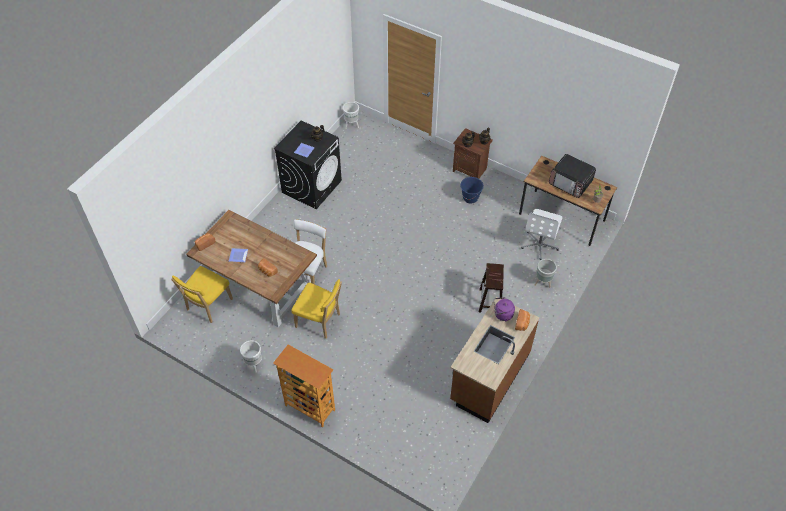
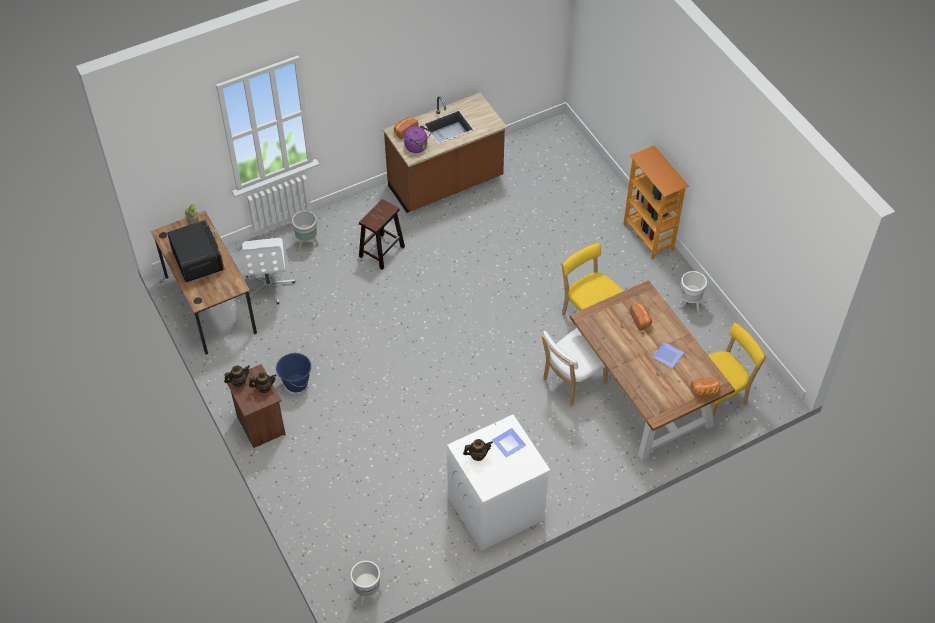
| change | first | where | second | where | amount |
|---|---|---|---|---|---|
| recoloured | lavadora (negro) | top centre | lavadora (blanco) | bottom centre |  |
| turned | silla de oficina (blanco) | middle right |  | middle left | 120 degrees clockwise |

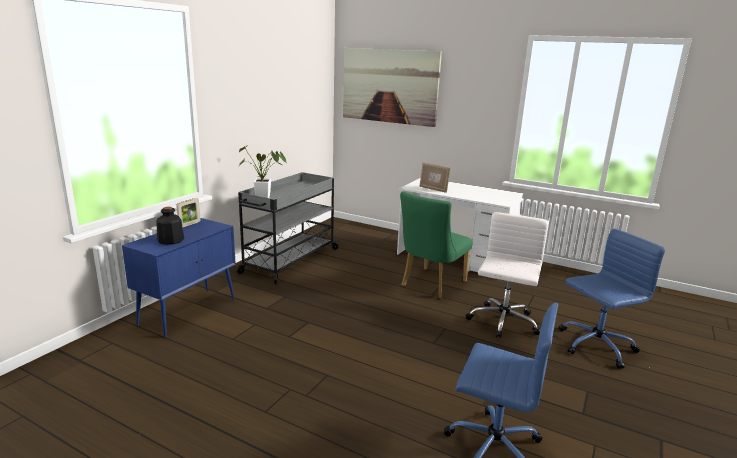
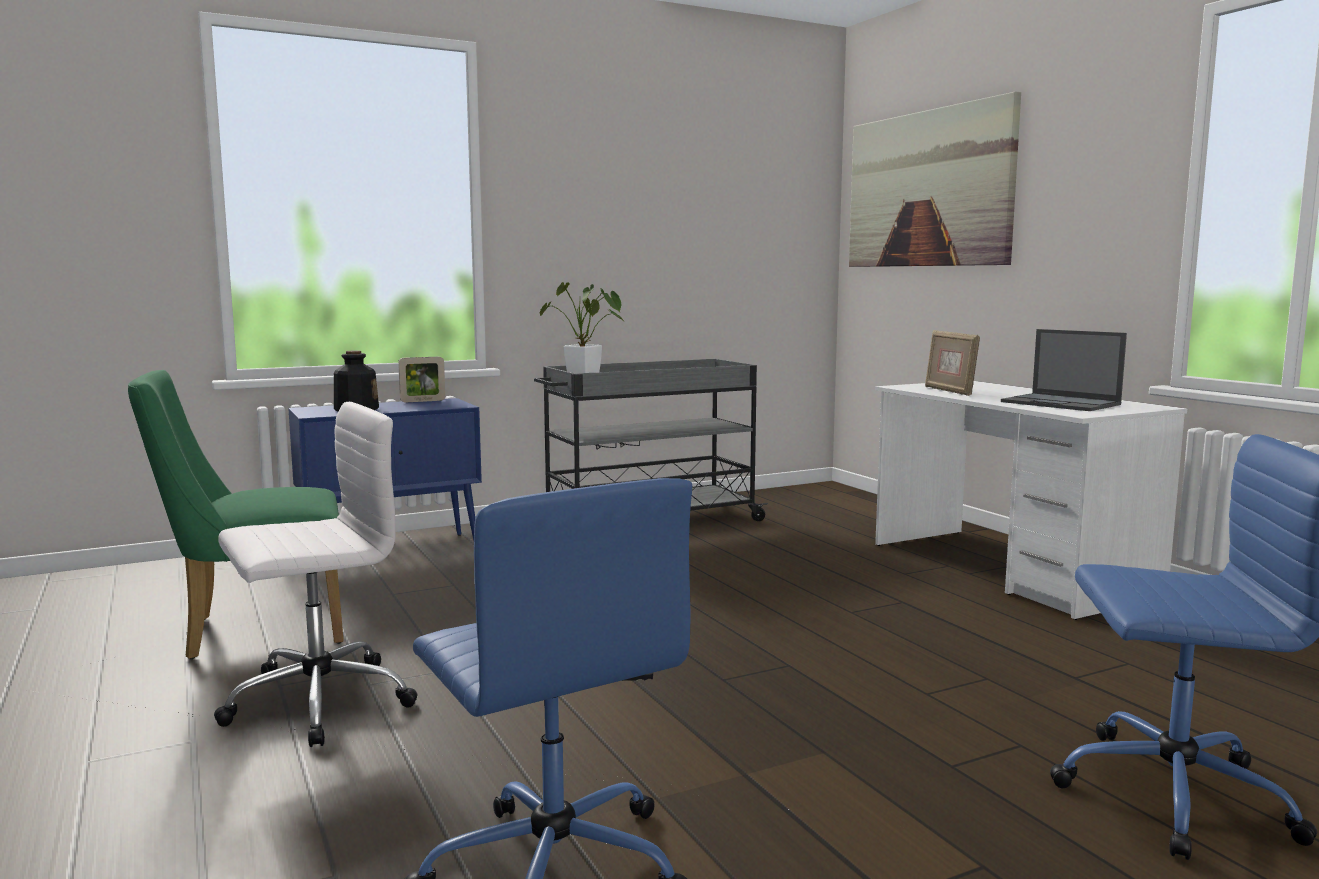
| change | first | where | second | where | amount |
|---|---|---|---|---|---|
| moved | silla (verde) | centre |  | middle left |  |
| moved | silla de oficina (blanco) | middle right |  | middle left |  |
| added |  |  | portátil | middle right |  |

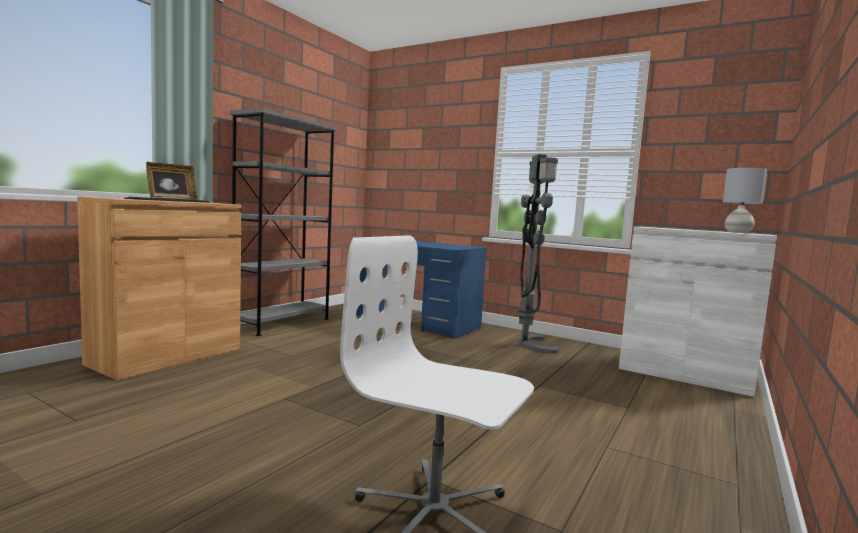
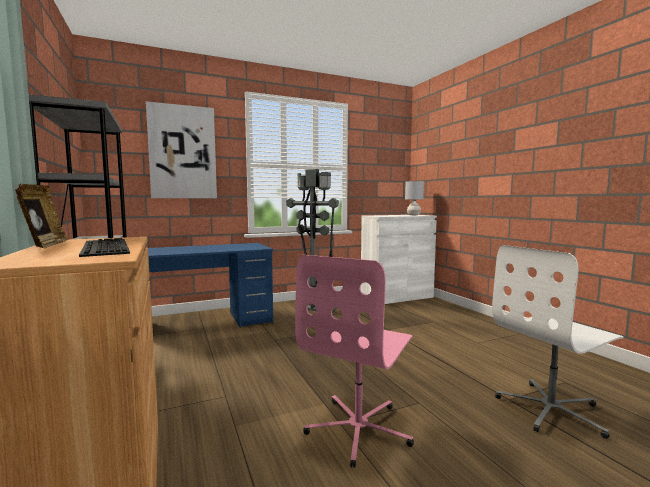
| change | first | where | second | where | amount |
|---|---|---|---|---|---|
| added |  |  | cuadro | top left |  |
| added |  |  | silla de oficina (rosa) | bottom centre |  |

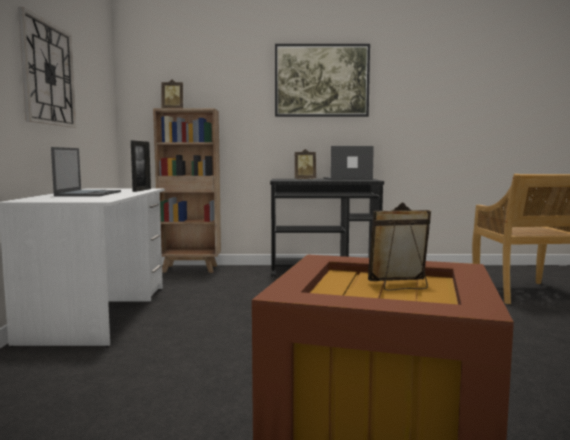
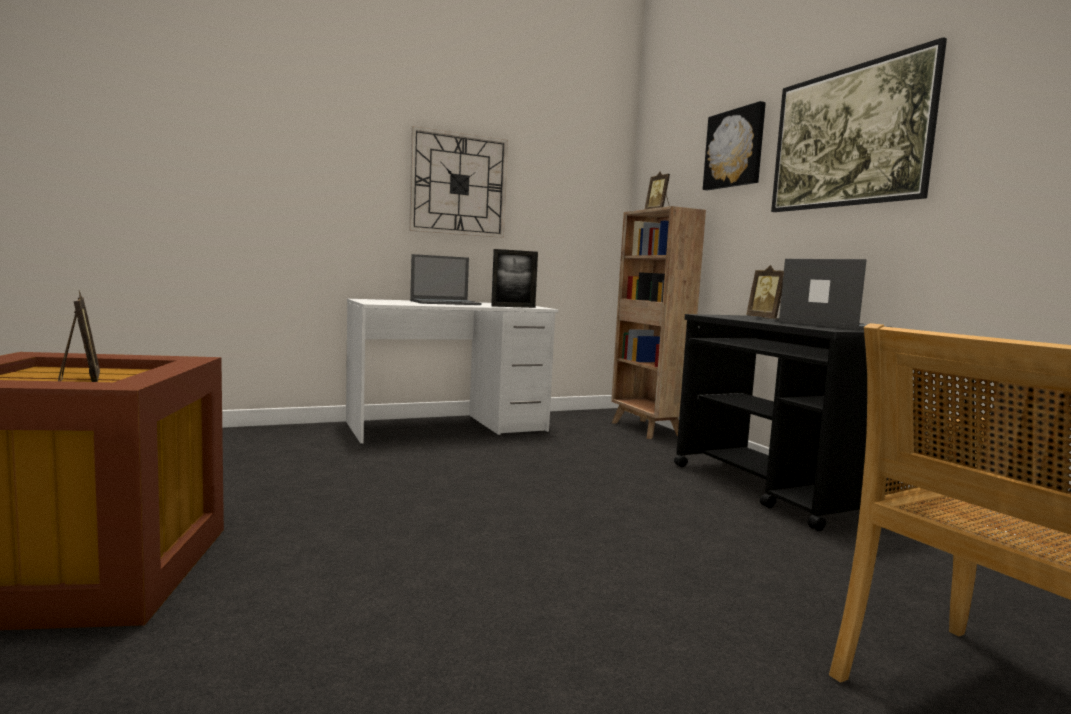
| change | first | where | second | where | amount |
|---|---|---|---|---|---|
| added |  |  | cuadro (1st from left) | top right |  |

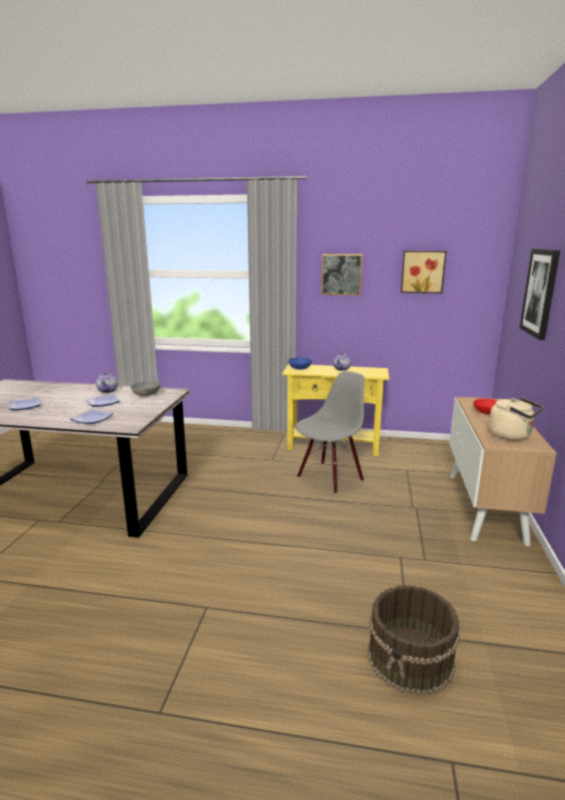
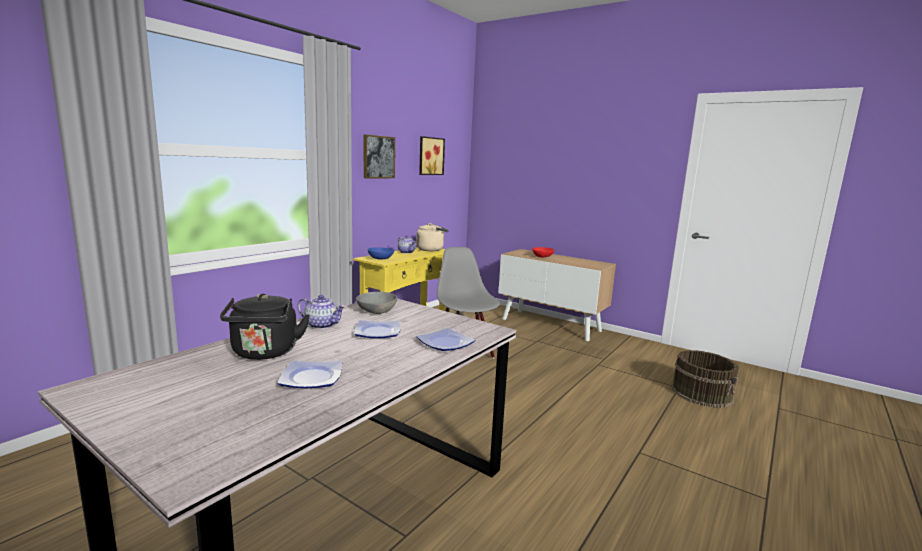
| change | first | where | second | where | amount |
|---|---|---|---|---|---|
| moved | hervidor (beis) | middle right |  | centre |  |
| removed | cuadro (3rd from left) | middle right |  |  |  |
| added |  |  | hervidor (negro) | middle left |  |

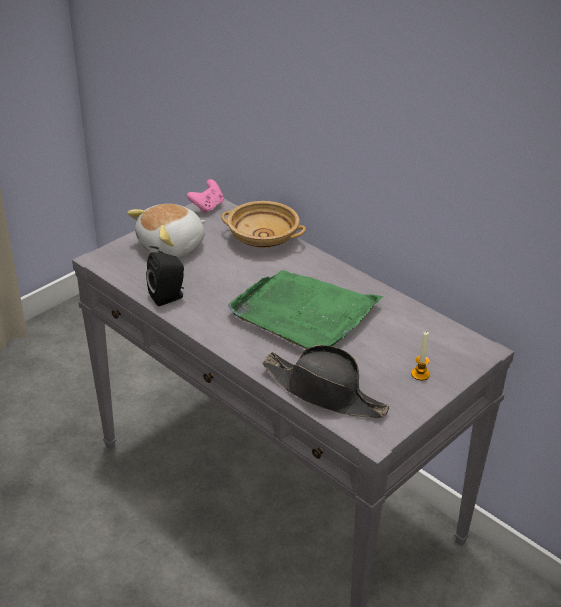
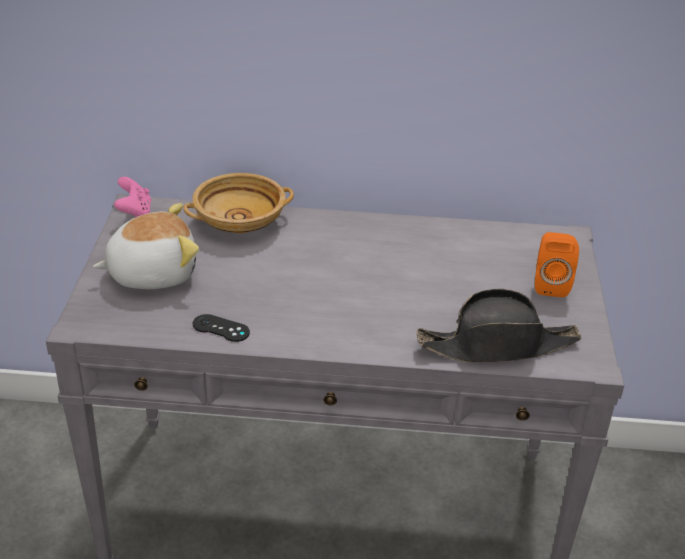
| change | first | where | second | where | amount |
|---|---|---|---|---|---|
| turned | peluche | middle left |  | middle left | 120 degrees counterclockwise |
| replaced | altavoz (negro) | middle left | mando de consola (negro) | middle left |  |
| removed | bandeja (verde) | centre |  |  |  |
| replaced | vela | middle right | altavoz (naranja) | middle right |  |

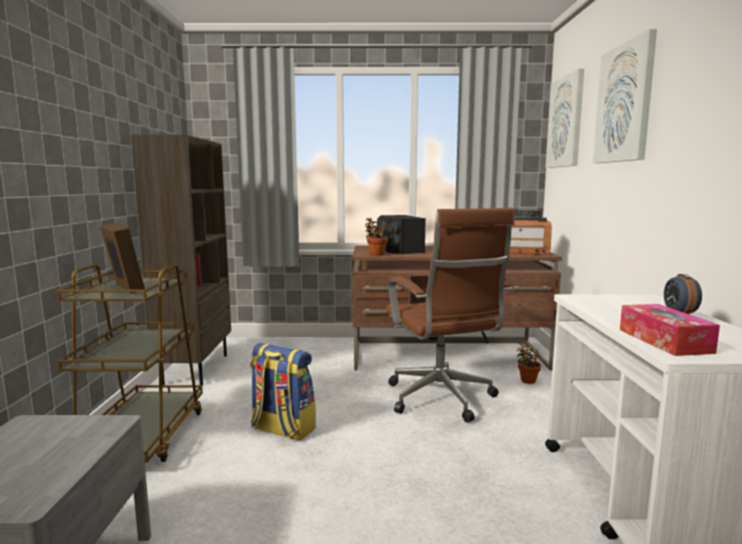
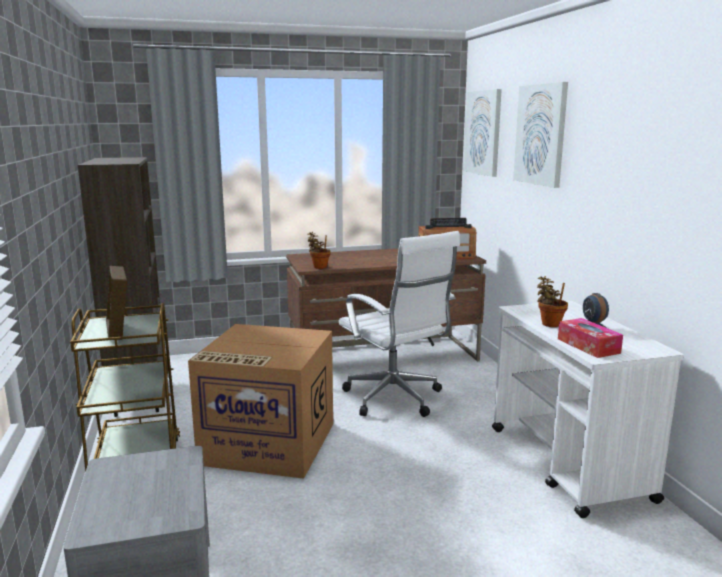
| change | first | where | second | where | amount |
|---|---|---|---|---|---|
| turned | portarretratos | middle left |  | middle left | 150 degrees counterclockwise |
| replaced | mochila | bottom centre | caja de cartón | bottom centre |  |
| removed | altavoz (negro) | centre |  |  |  |
| recoloured | silla de oficina (marrón) | centre | silla de oficina (blanco) | centre |  |
| moved | planta en maceta (2nd from left) | bottom right |  | middle right |  |

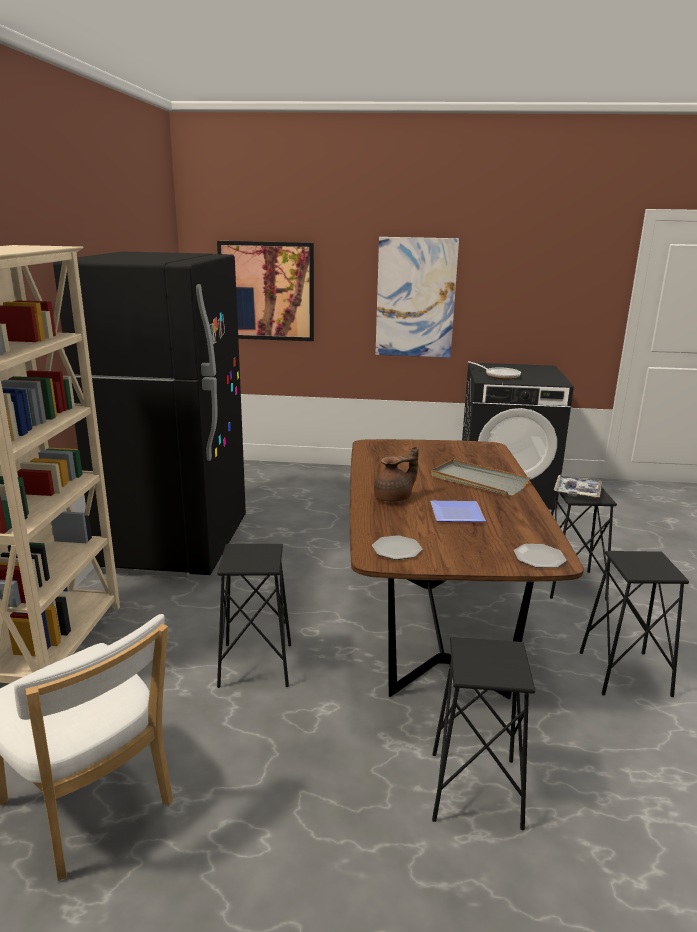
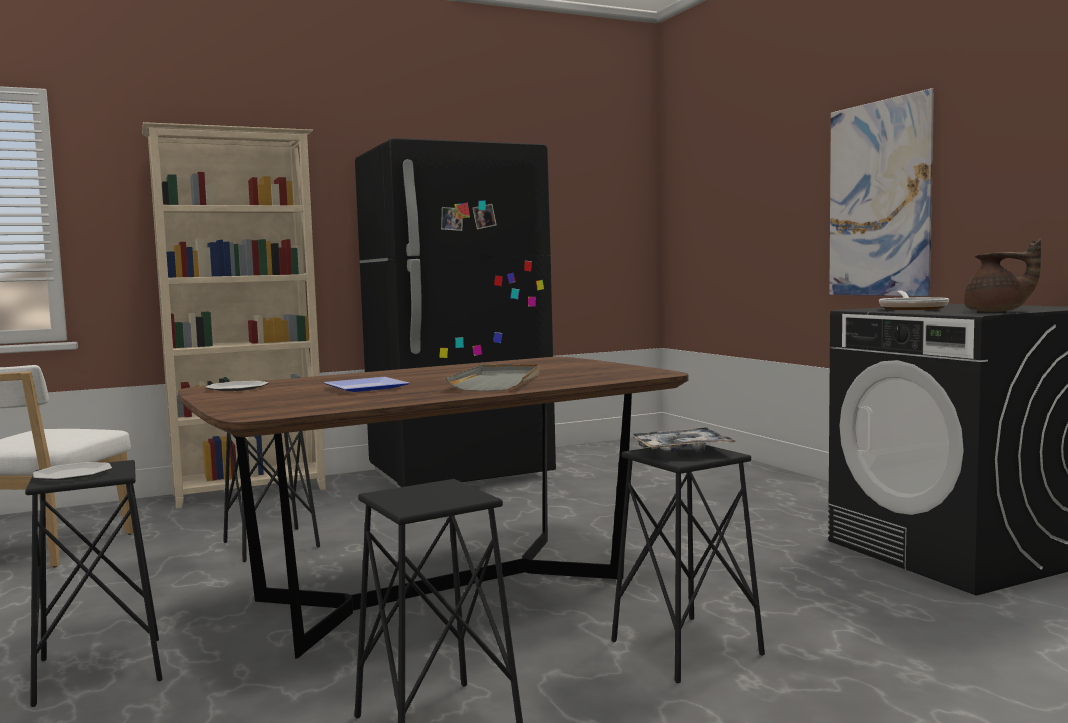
| change | first | where | second | where | amount |
|---|---|---|---|---|---|
| removed | cuadro (1st from left) | top centre |  |  |  |
| moved | tetera (marrón) | centre |  | middle right |  |
| moved | plato (3rd from left in the first image) | middle right | plato (1st from left) | middle left |  |

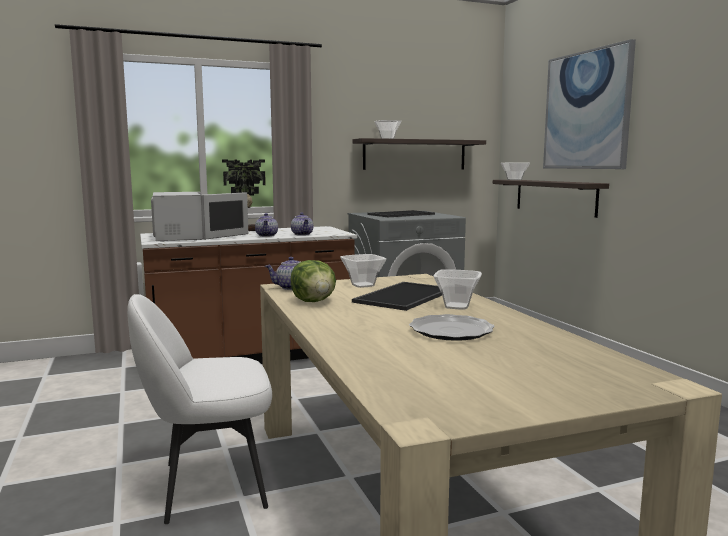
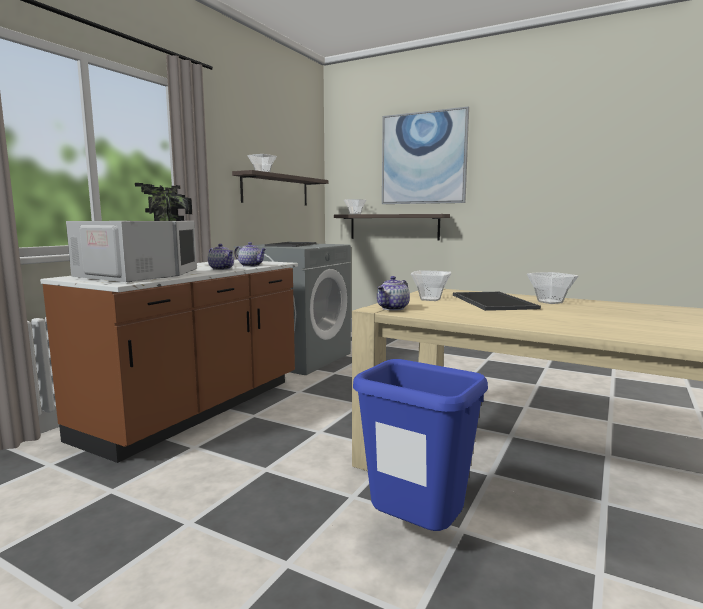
| change | first | where | second | where | amount |
|---|---|---|---|---|---|
| replaced | silla (blanco) | bottom left | papelera (azul) | bottom centre |  |
| removed | lechuga | centre |  |  |  |
| removed | plato | centre |  |  |  |

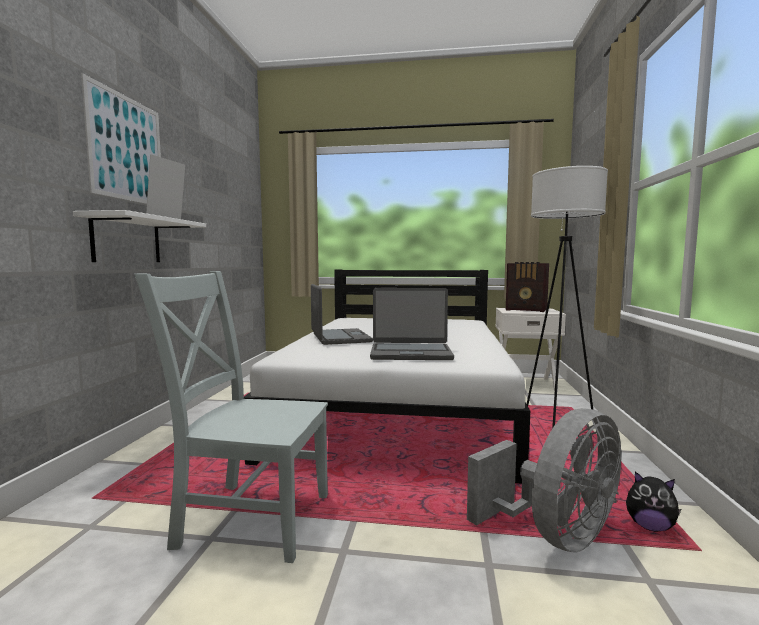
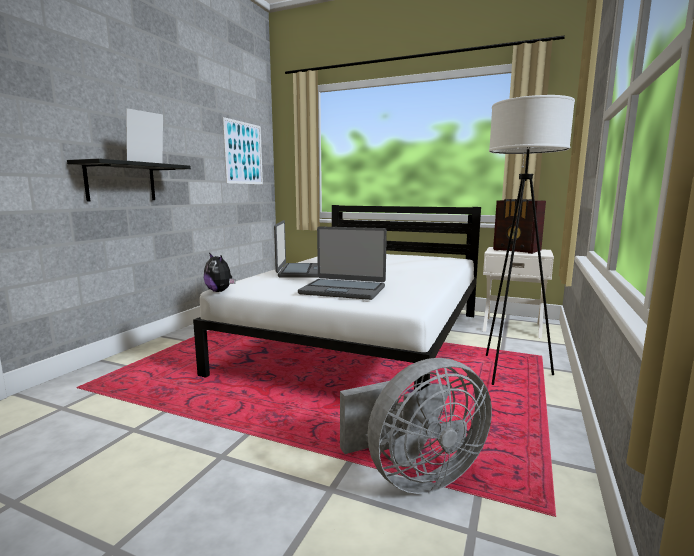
| change | first | where | second | where | amount |
|---|---|---|---|---|---|
| recoloured | estante (blanco) | middle left | estante (negro) | top left |  |
| moved | cuadro | top left |  | top centre |  |
| removed | silla (gris) | bottom left |  |  |  |
| moved | peluche | bottom right |  | middle left |  |

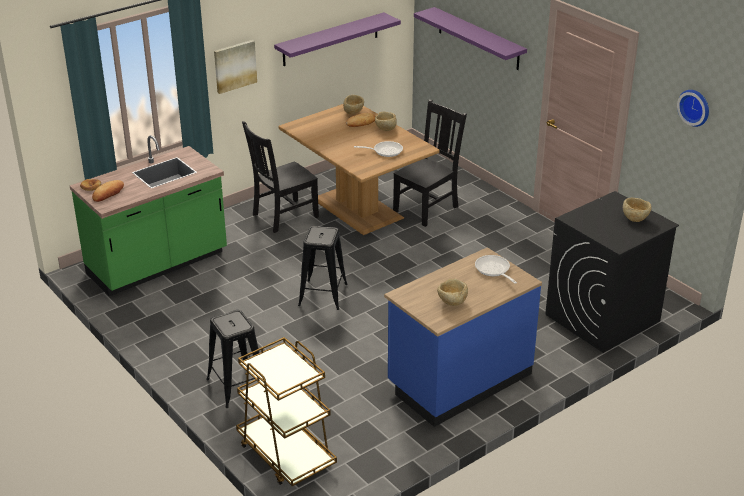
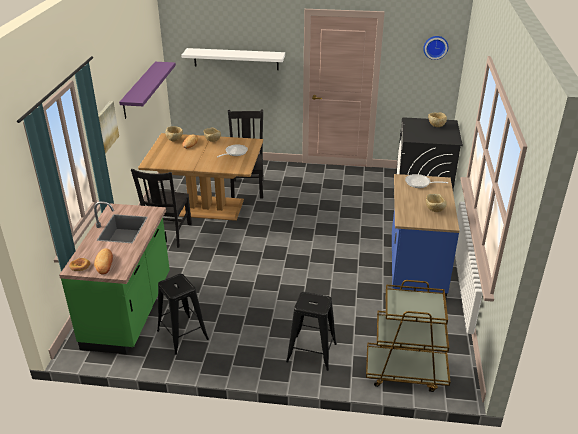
| change | first | where | second | where | amount |
|---|---|---|---|---|---|
| moved | taburete (negro) (2nd from left in the first image) | centre | taburete (negro) (1st from left) | bottom left |  |
| recoloured | estante (morado) (2nd from left) | top centre | estante (blanco) | top centre |  |

